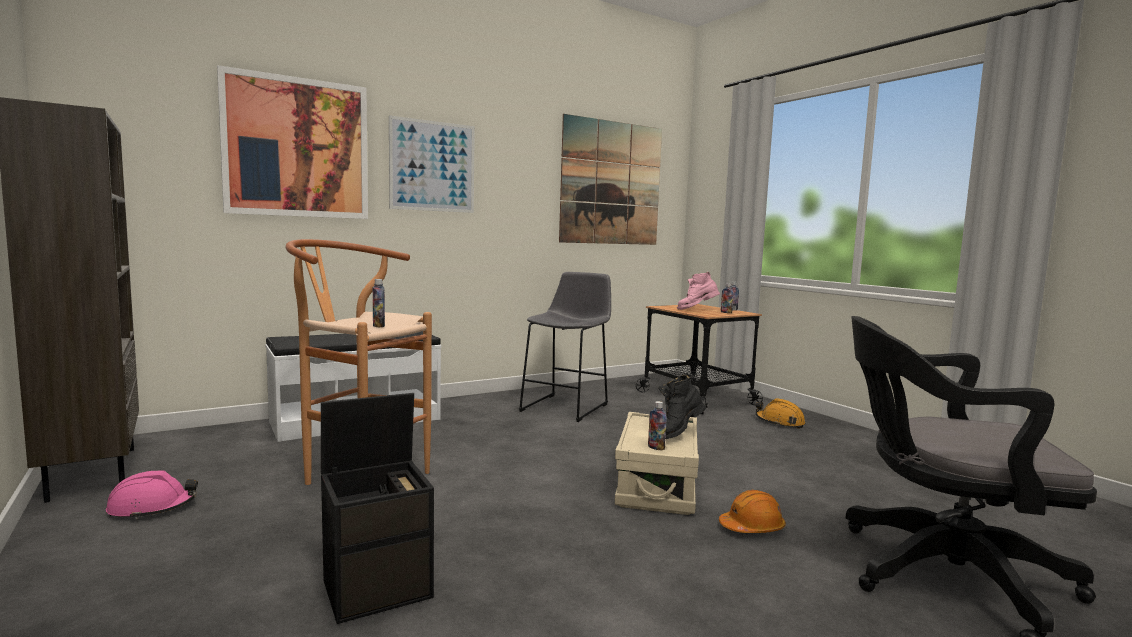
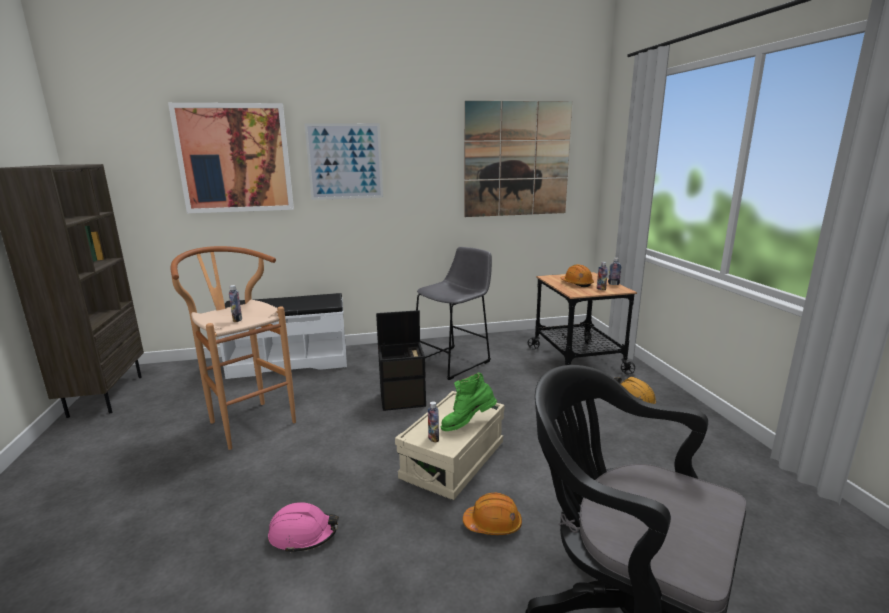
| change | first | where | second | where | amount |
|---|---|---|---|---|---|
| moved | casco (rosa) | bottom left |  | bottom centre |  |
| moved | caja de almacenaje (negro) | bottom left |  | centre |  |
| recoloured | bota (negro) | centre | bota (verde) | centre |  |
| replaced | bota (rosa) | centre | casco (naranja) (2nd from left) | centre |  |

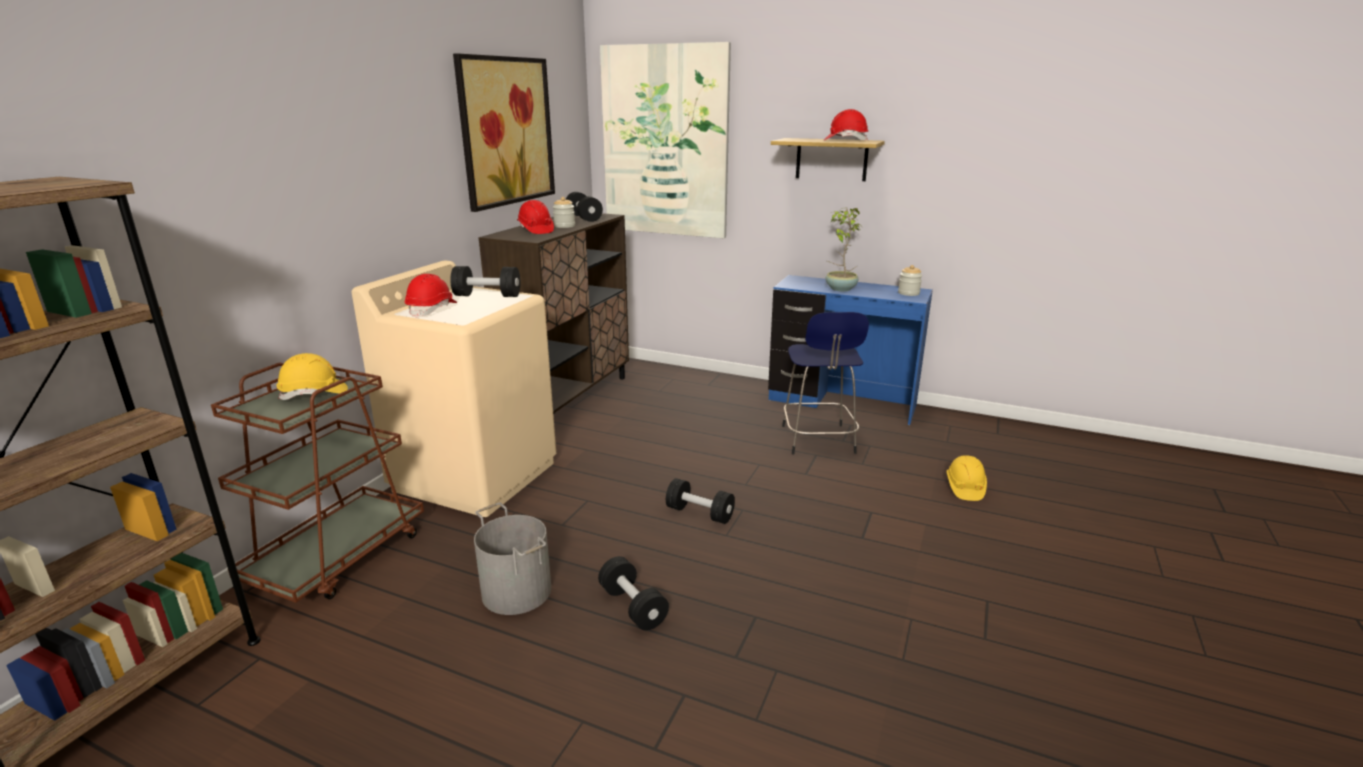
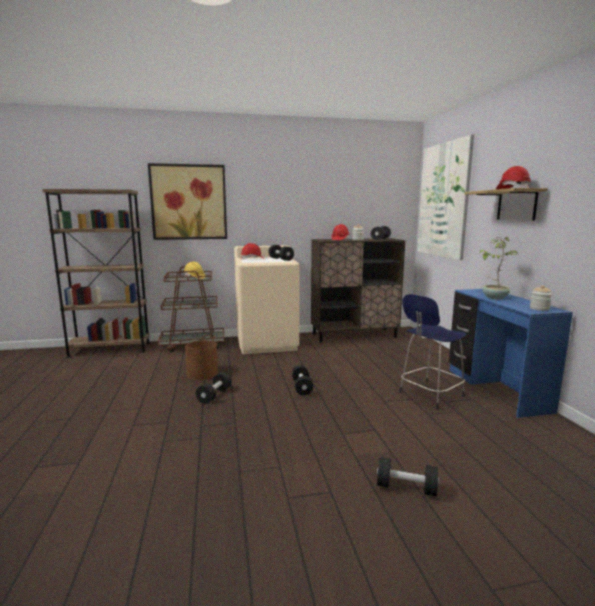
| change | first | where | second | where | amount |
|---|---|---|---|---|---|
| moved | cuadro (1st from left) | top centre |  | top left |  |
| recoloured | cubo (gris) | bottom centre | cubo (marrón) | centre |  |
| removed | casco (amarillo) (2nd from left) | middle right |  |  |  |
| added |  |  | mancuerna (negro) (5th from left) | bottom right |  |

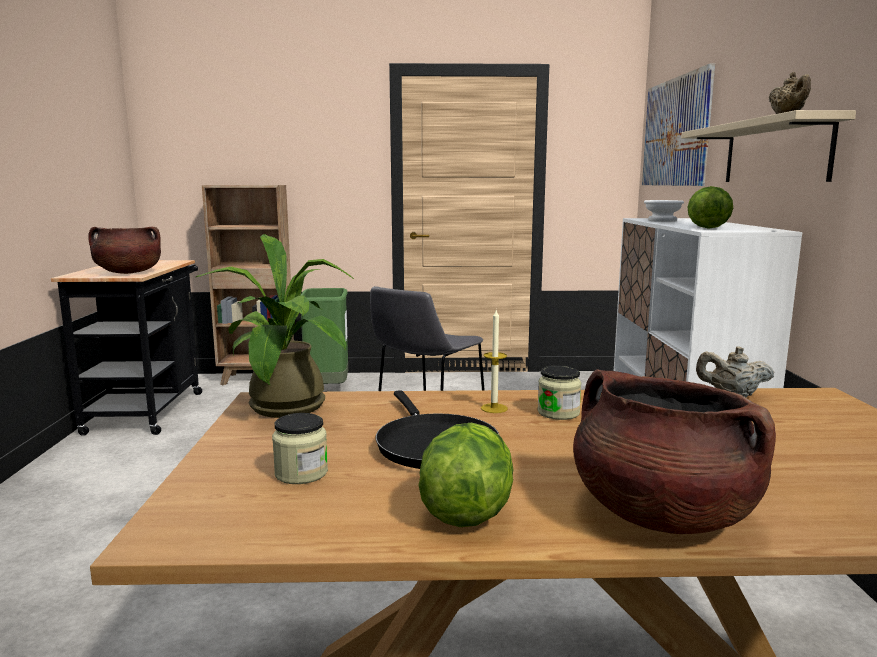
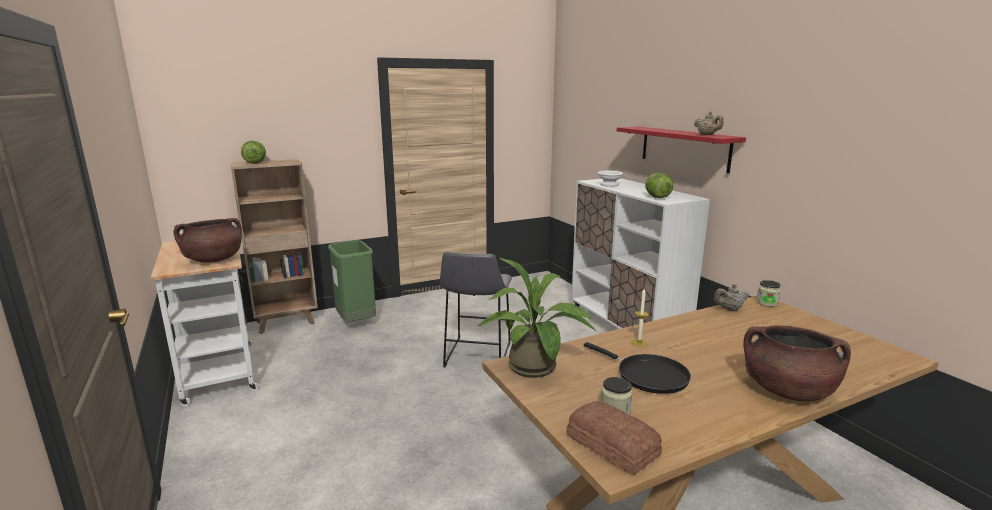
| change | first | where | second | where | amount |
|---|---|---|---|---|---|
| recoloured | carrito (negro) | middle left | carrito (blanco) | middle left |  |
| moved | lechuga (1st from left) | bottom centre |  | top left |  |
| moved | tarro (2nd from left) | centre |  | middle right |  |
| removed | cuadro | top right |  |  |  |
| recoloured | estante (beis) | top right | estante (rojo) | top right |  |
| added |  |  | pan | bottom centre |  |

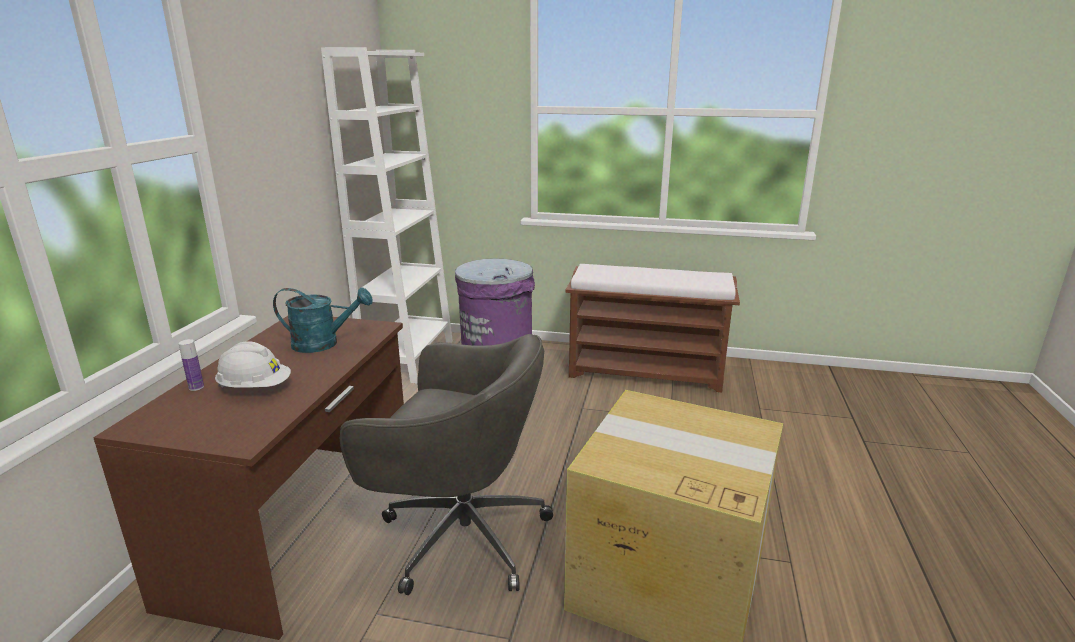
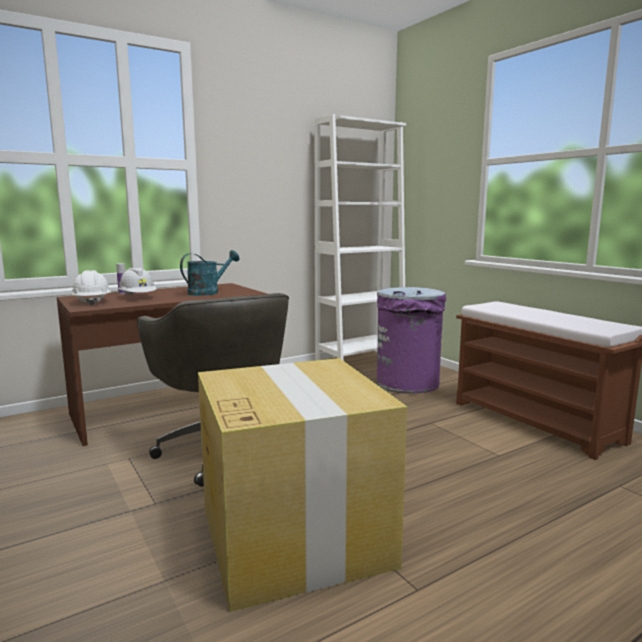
| change | first | where | second | where | amount |
|---|---|---|---|---|---|
| turned | regadera (turquesa) | middle left |  | middle left | 90 degrees counterclockwise |
| added |  |  | casco (blanco) (1st from left) | middle left |  |

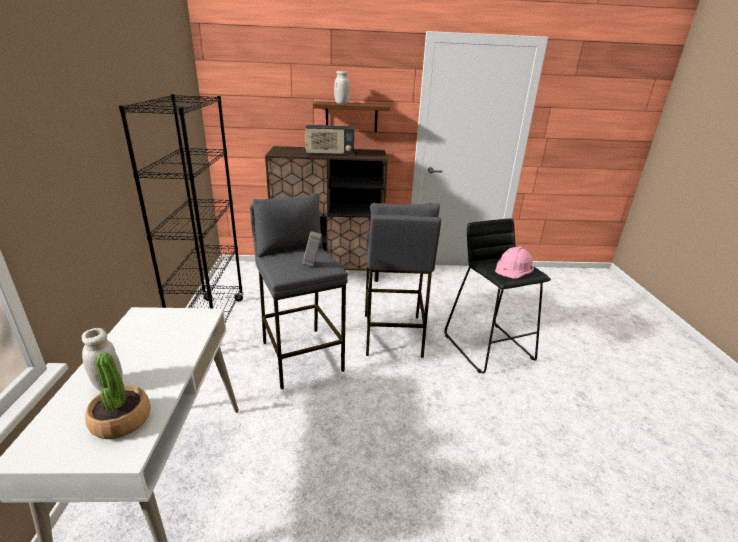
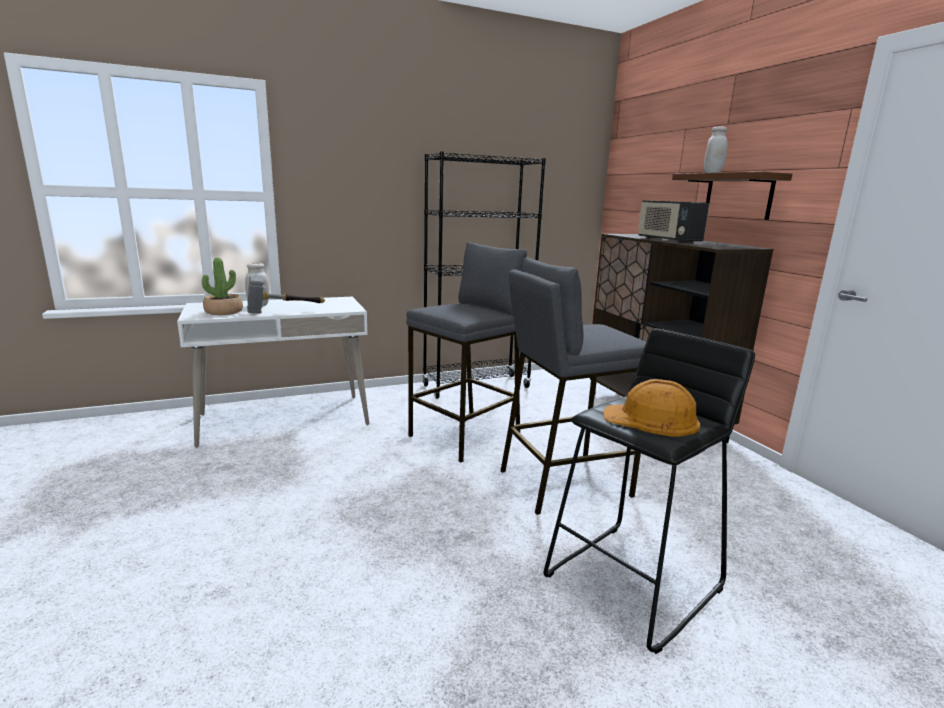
| change | first | where | second | where | amount |
|---|---|---|---|---|---|
| moved | martillo | centre |  | middle left |  |
| recoloured | casco (rosa) | middle right | casco (naranja) | middle right |  |

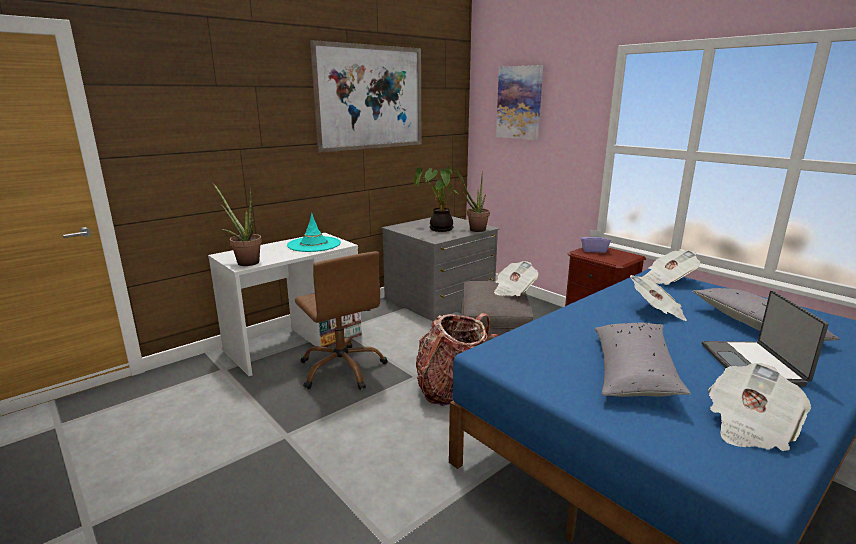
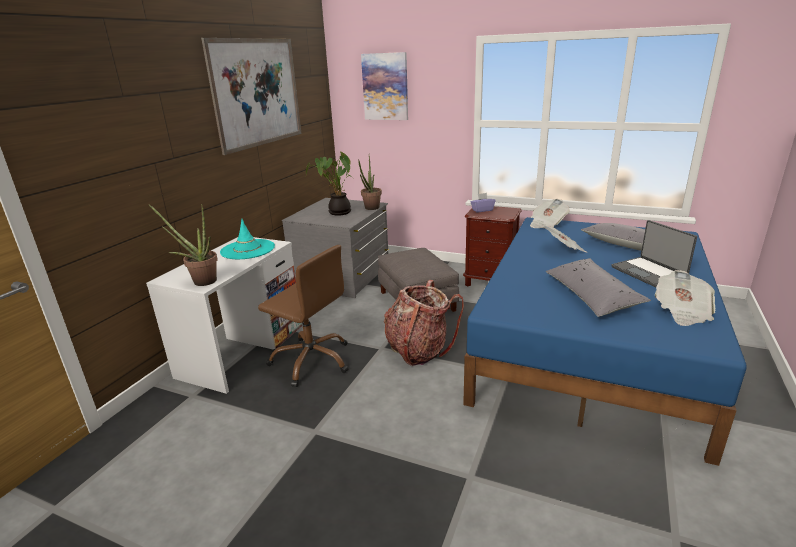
| change | first | where | second | where | amount |
|---|---|---|---|---|---|
| removed | periódico (1st from left) | centre |  |  |  |

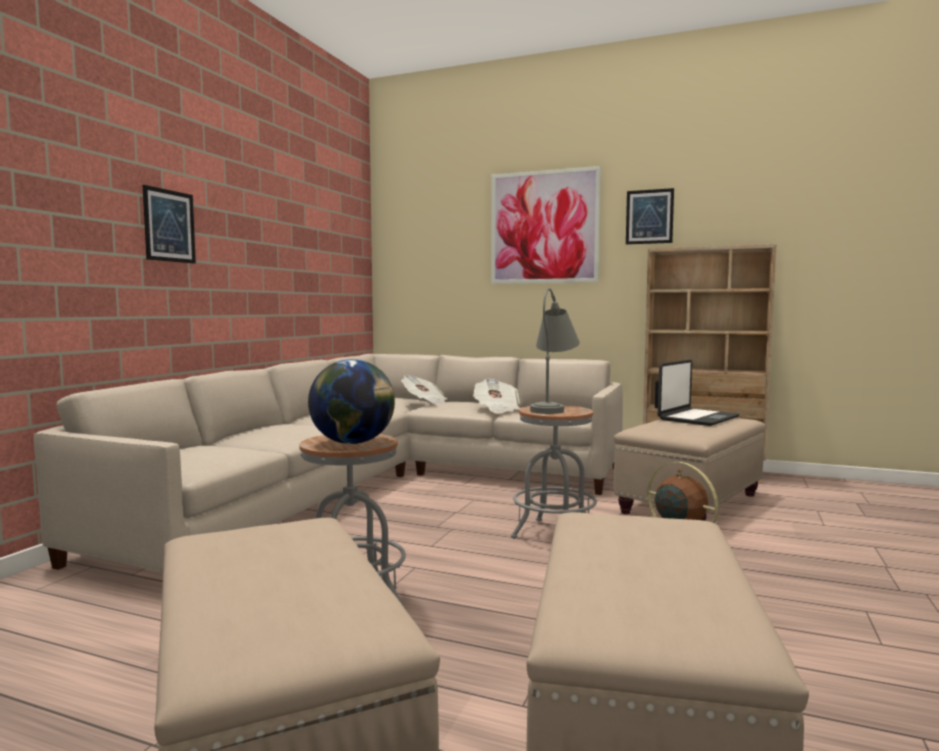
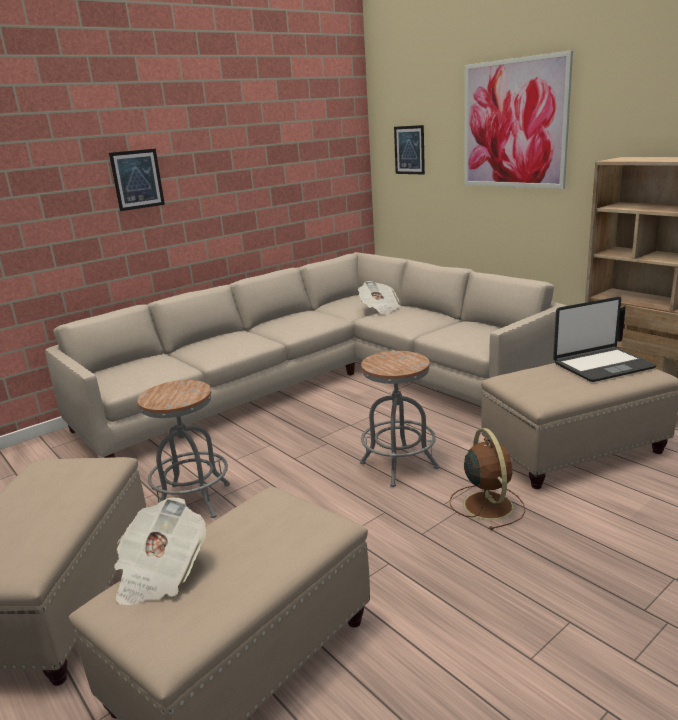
| change | first | where | second | where | amount |
|---|---|---|---|---|---|
| removed | globo terráqueo | centre |  |  |  |
| moved | periódico (2nd from left in the first image) | centre | periódico (1st from left) | bottom left |  |
| removed | lámpara de mesa (gris) | centre |  |  |  |
| moved | cuadro (3rd from left in the first image) | top right | cuadro (2nd from left) | top centre |  |

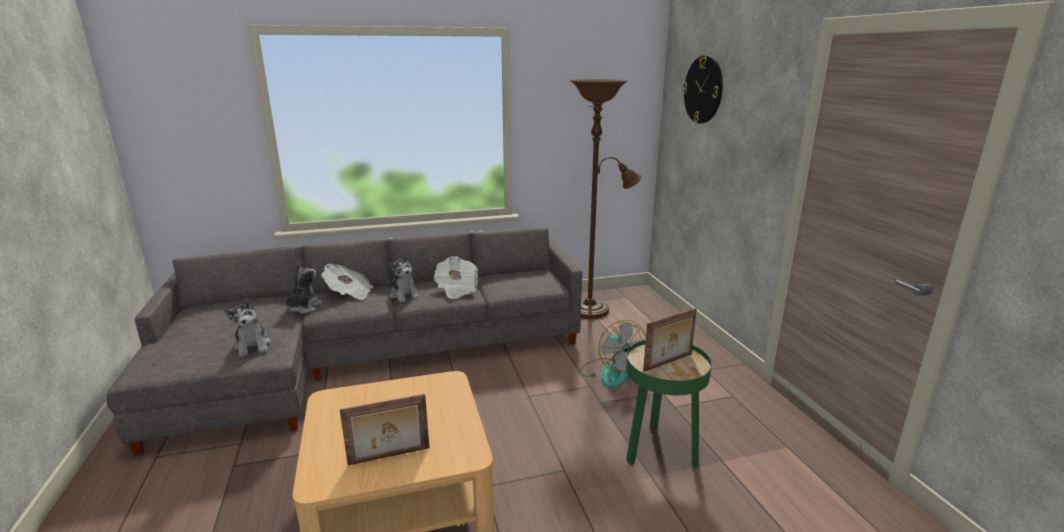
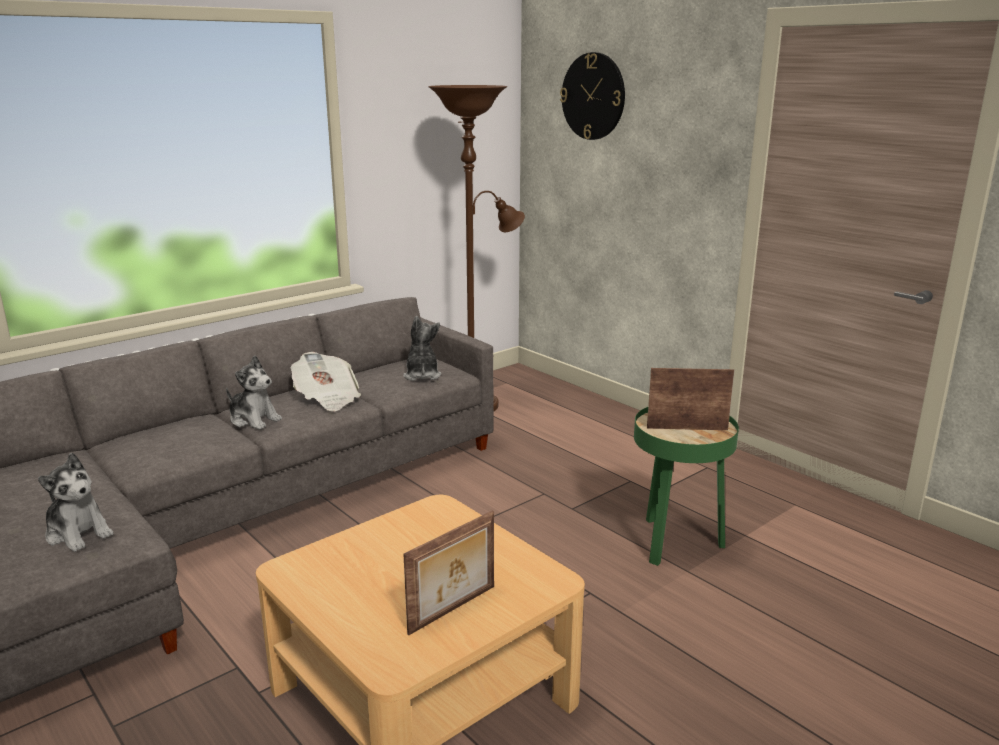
| change | first | where | second | where | amount |
|---|---|---|---|---|---|
| moved | peluche (2nd from left in the first image) | middle left | peluche (3rd from left) | centre |  |
| removed | periódico (1st from left) | middle left |  |  |  |
| removed | ventilador | centre |  |  |  |
| turned | portarretratos (2nd from left) | centre |  | middle right | 120 degrees counterclockwise |

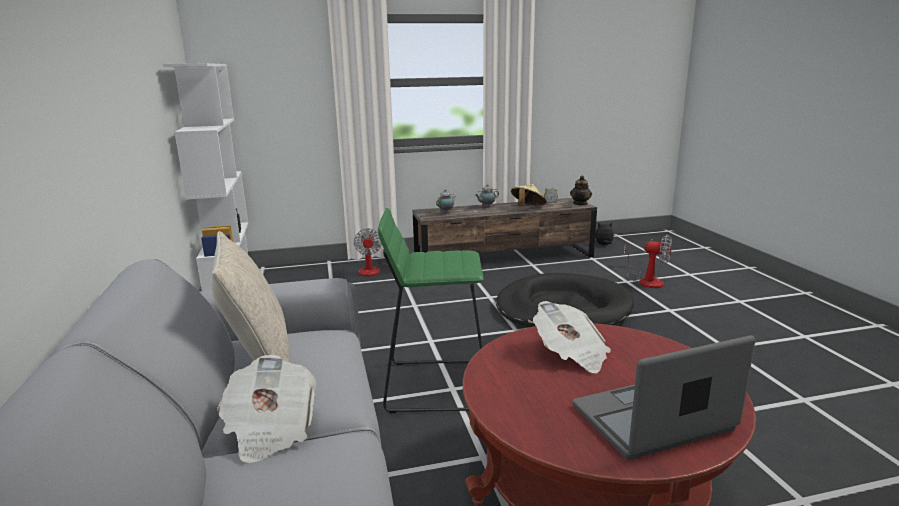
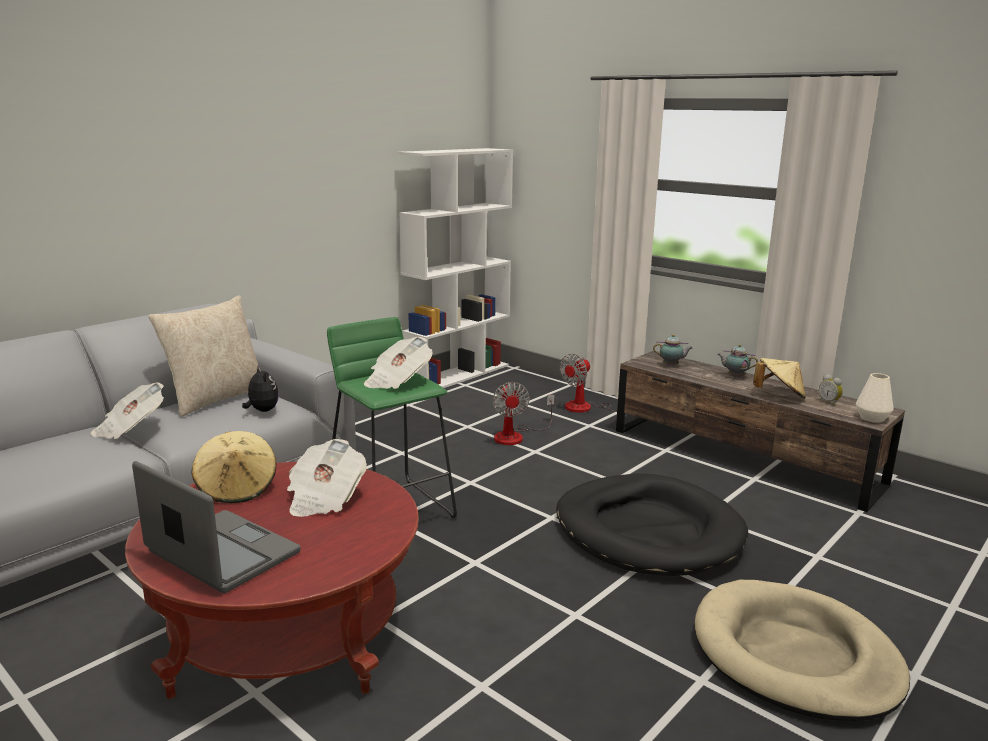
| change | first | where | second | where | amount |
|---|---|---|---|---|---|
| replaced | tetera (3rd from left) | centre | florero (blanco) | middle right |  |
| moved | peluche | middle right |  | middle left |  |
| moved | ventilador (2nd from left in the first image) | middle right | ventilador (1st from left) | centre |  |
| added |  |  | sombrero (beis) (1st from left) | middle left |  |
| added |  |  | periódico (3rd from left) | centre |  |
| added |  |  | cama para perro (beis) | bottom right |  |

